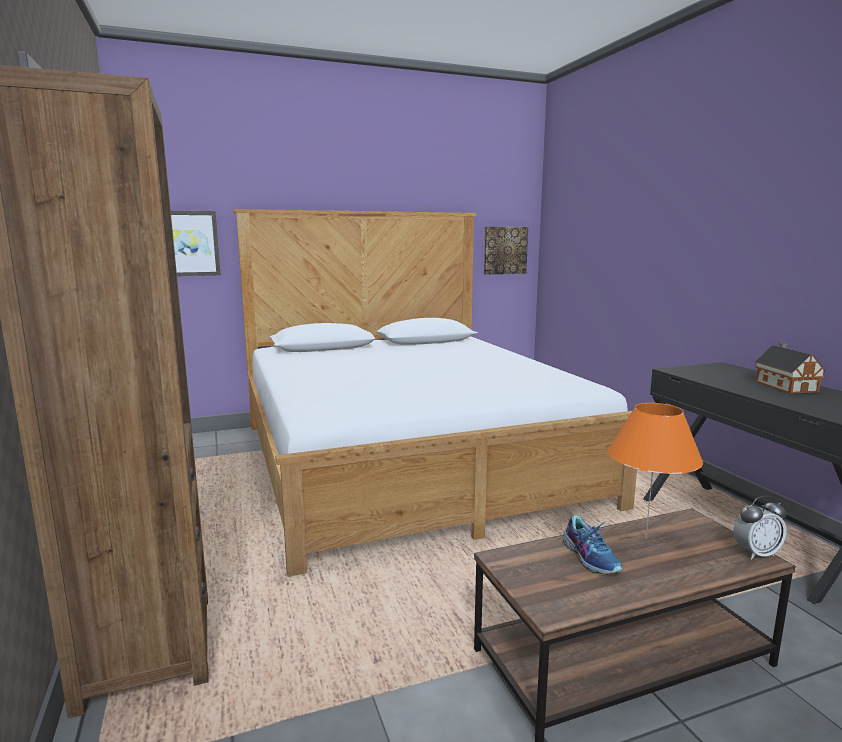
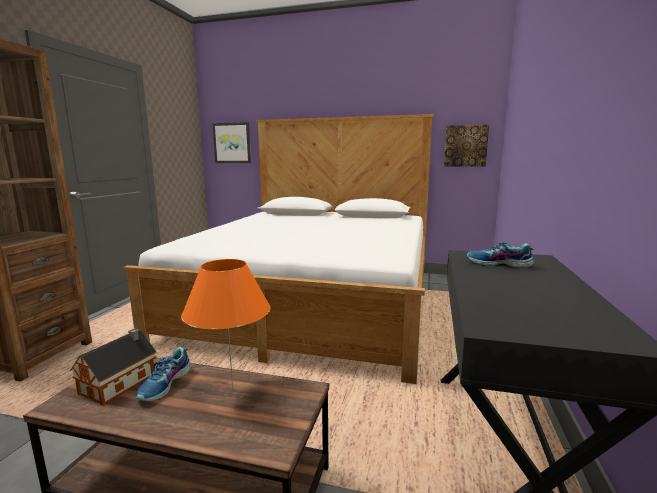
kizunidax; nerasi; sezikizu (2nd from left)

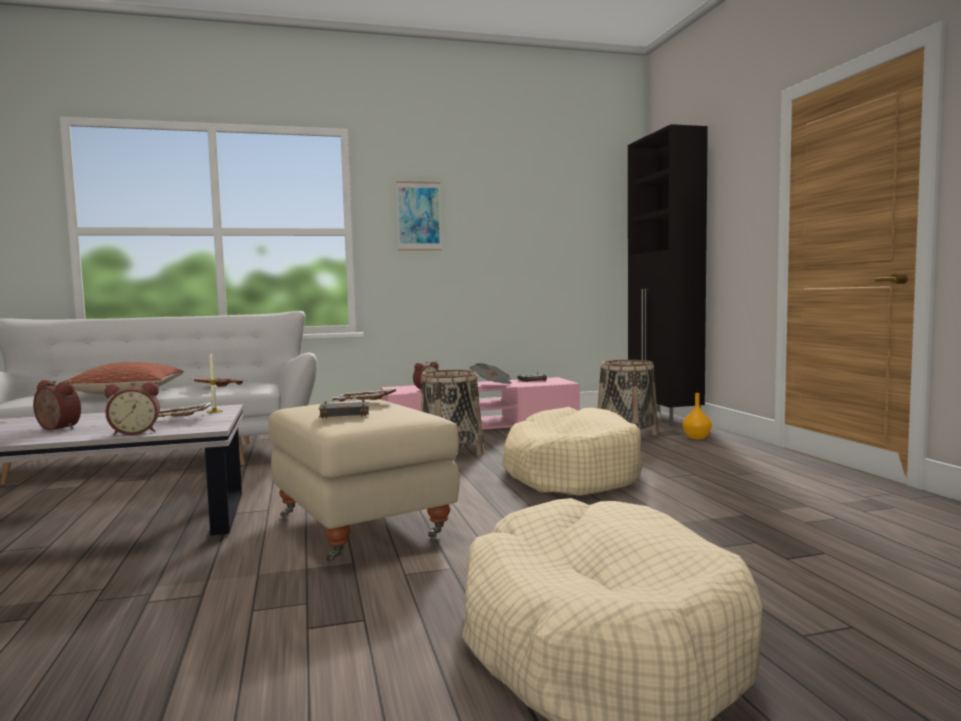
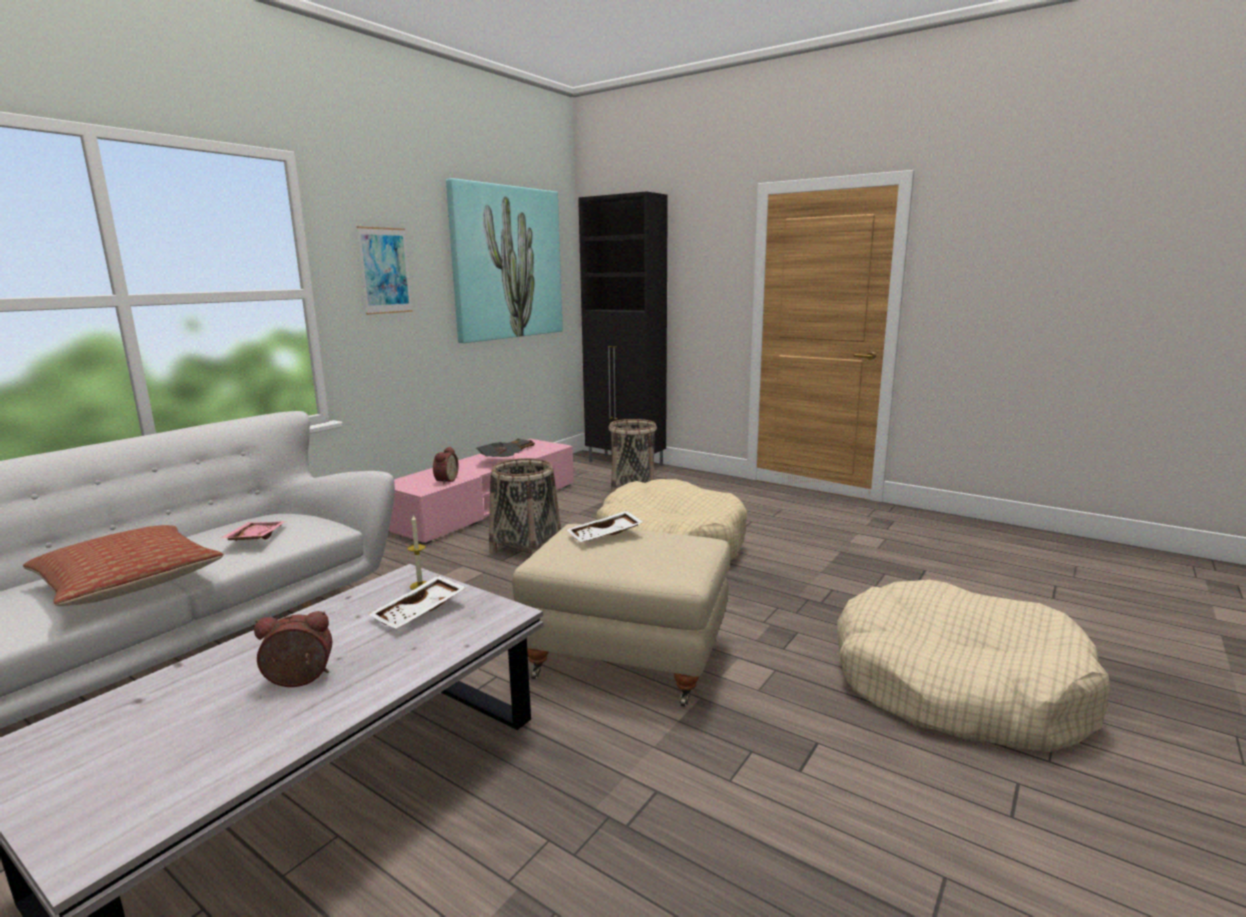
kizunidax (2nd from left in the first image); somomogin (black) (1st from left in the first image); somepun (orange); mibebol (2nd from left)

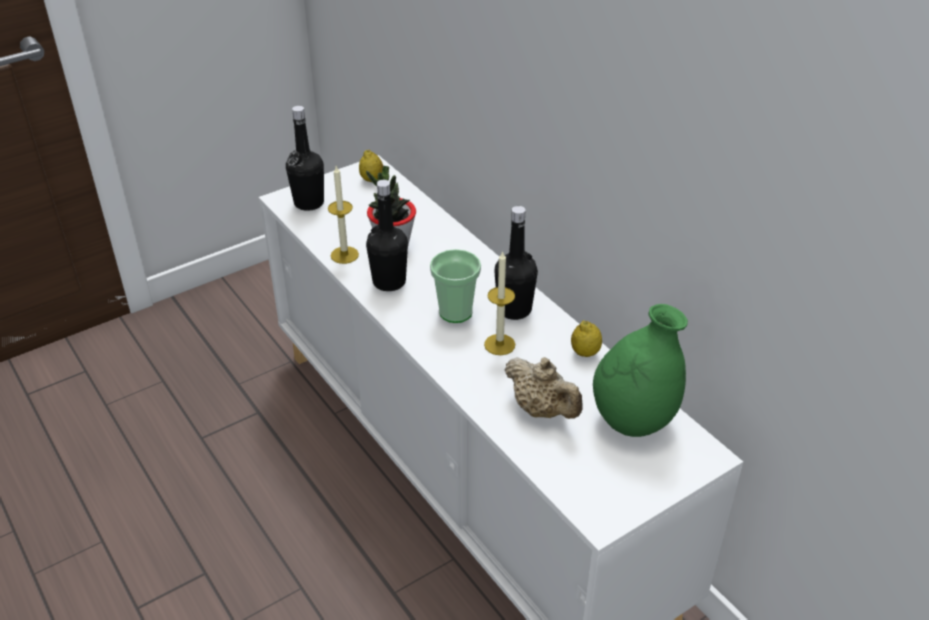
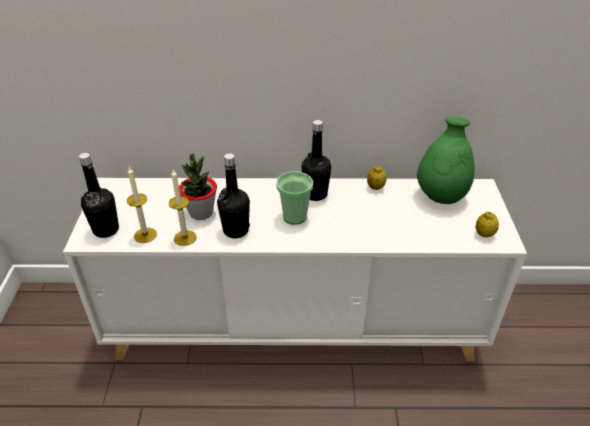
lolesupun (2nd from left); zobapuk (1st from left); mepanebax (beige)

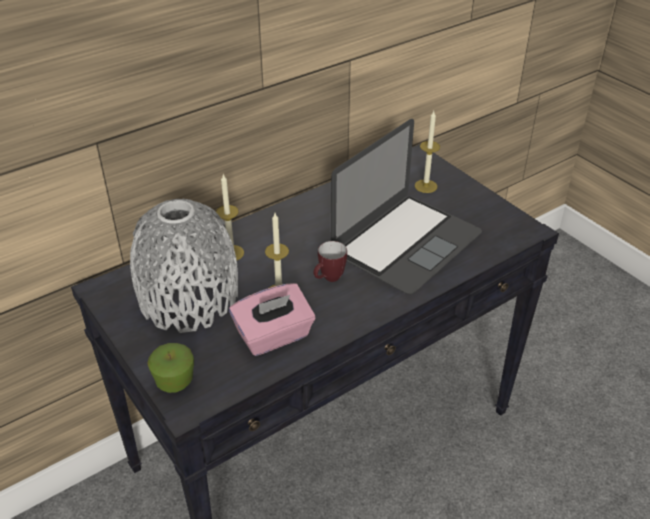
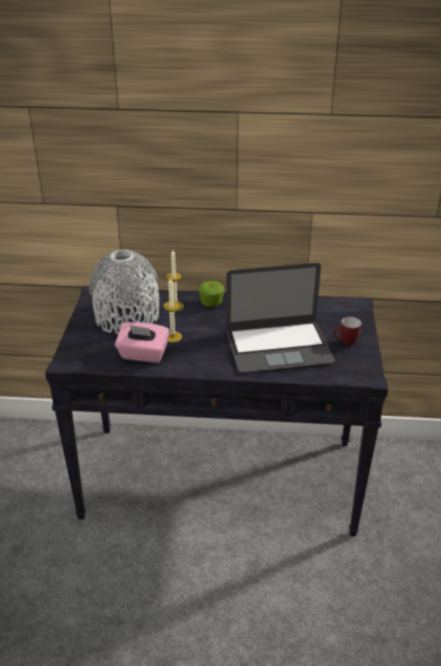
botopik; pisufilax; zobapuk (3rd from left in the first image)

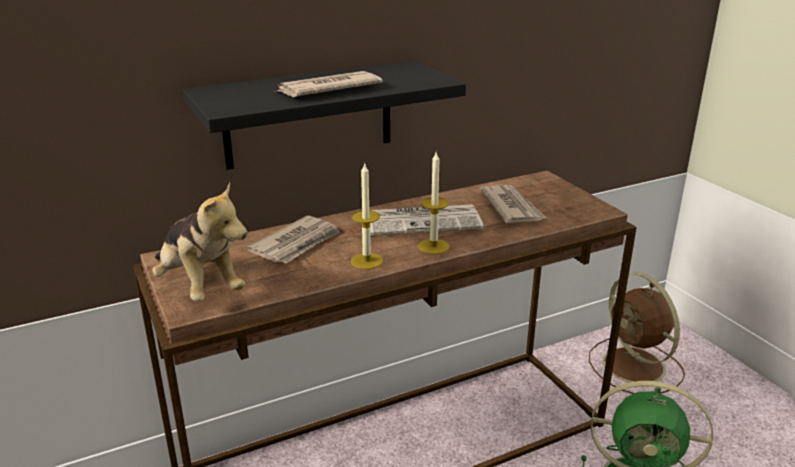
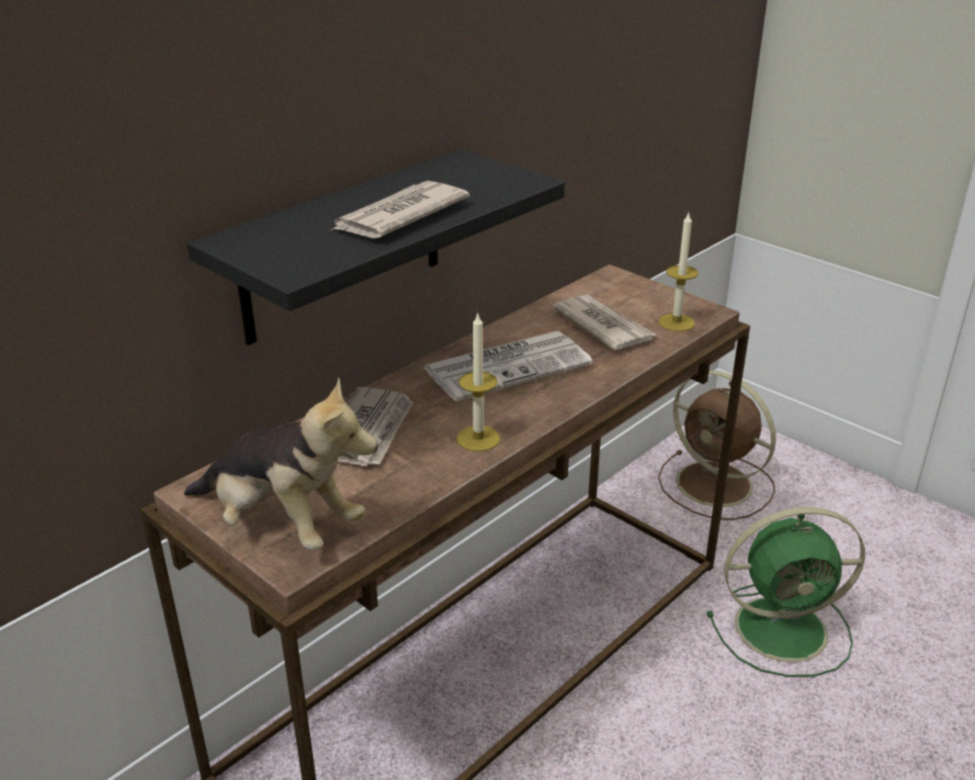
zobapuk (2nd from left)

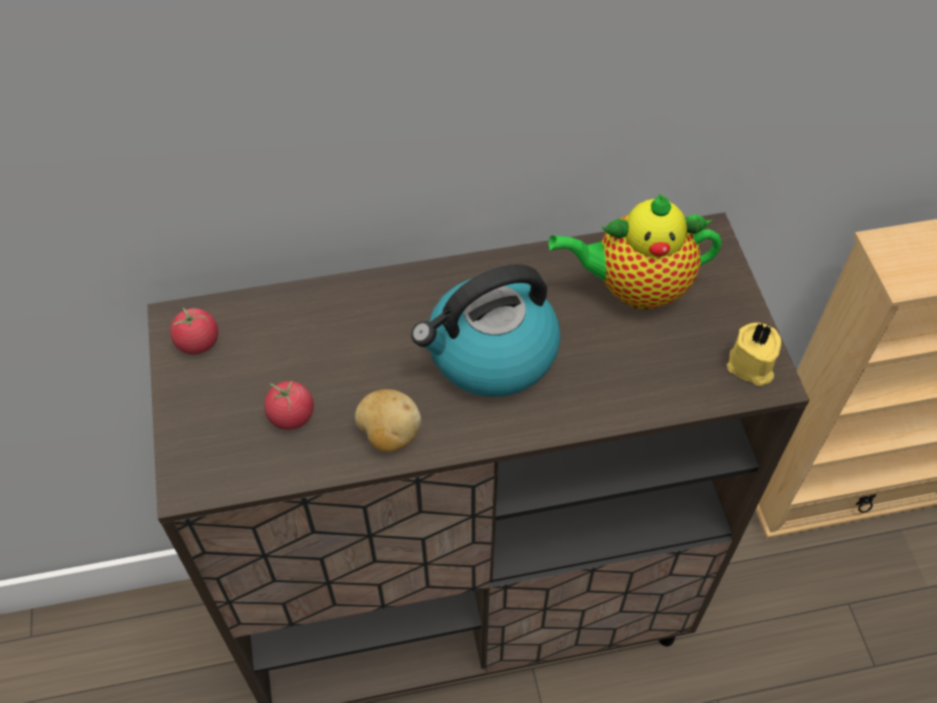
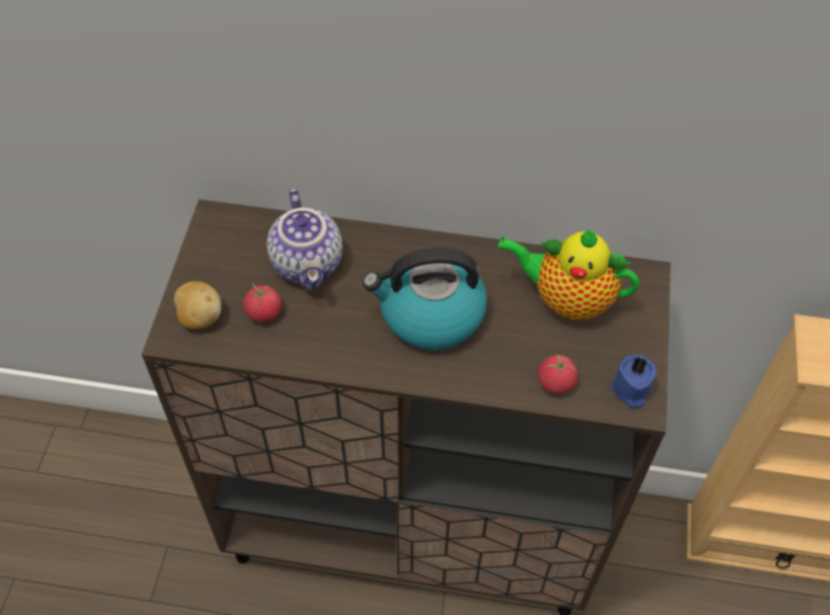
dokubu (2nd from left); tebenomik; zobapuk (blue); mepanebax (1st from left)

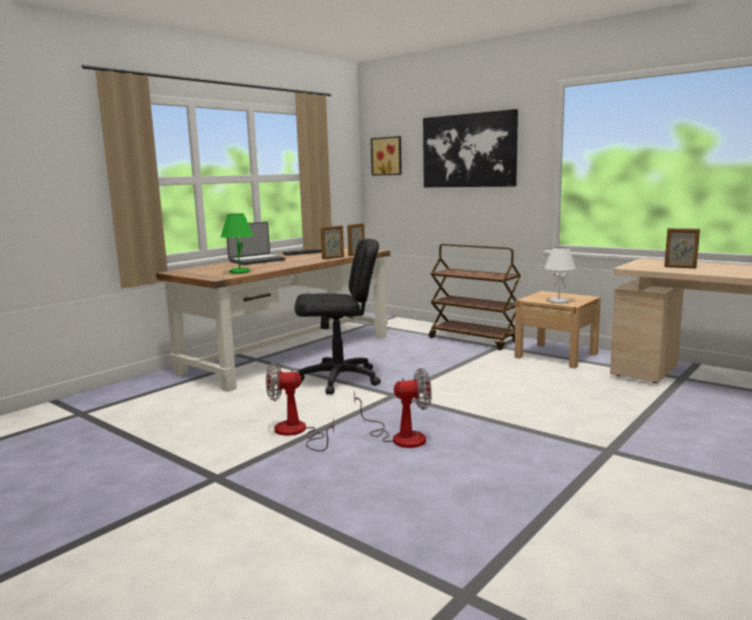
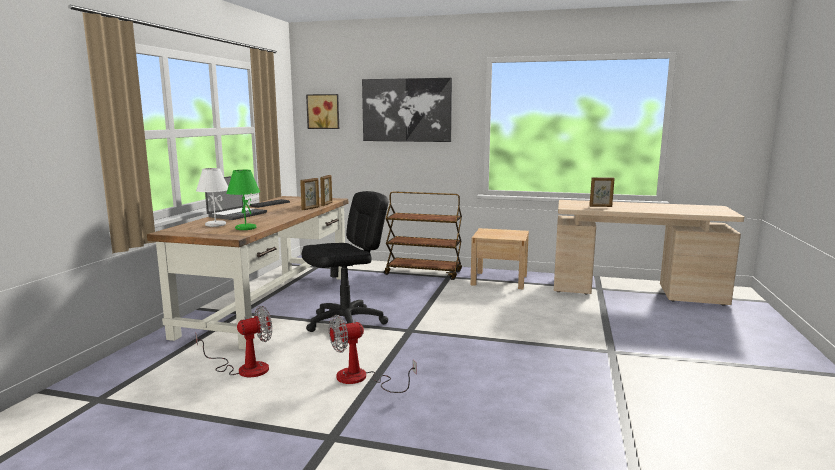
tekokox (1st from left); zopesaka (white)

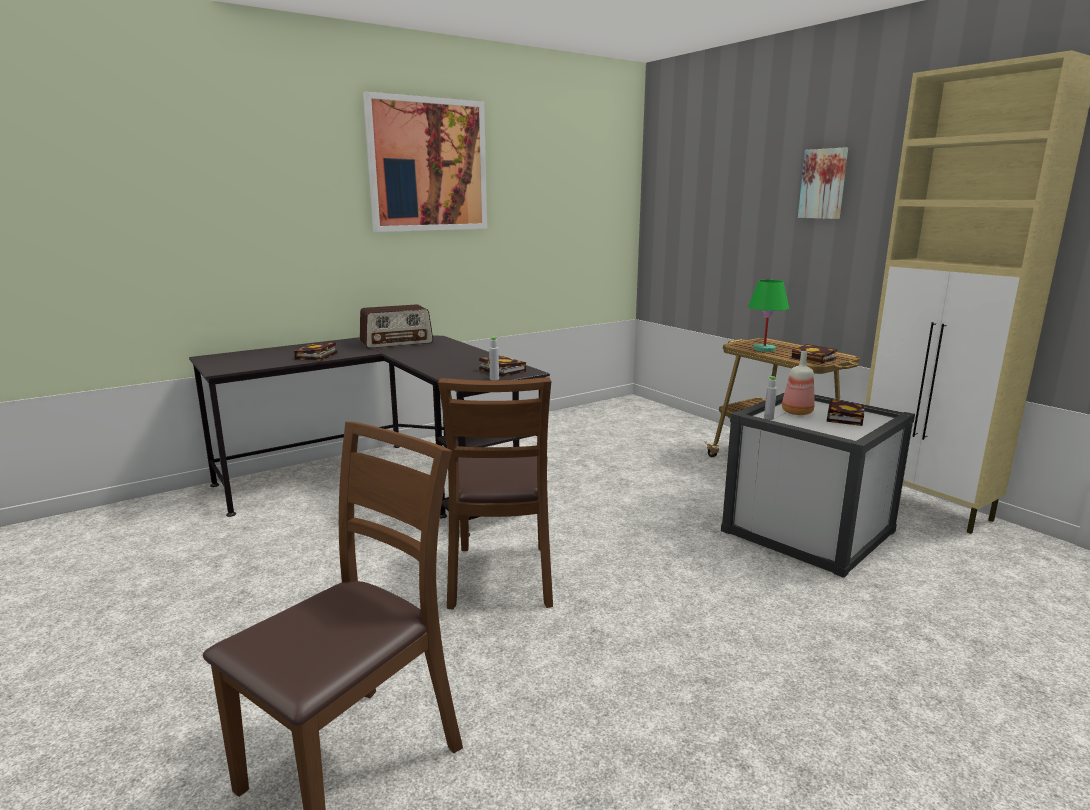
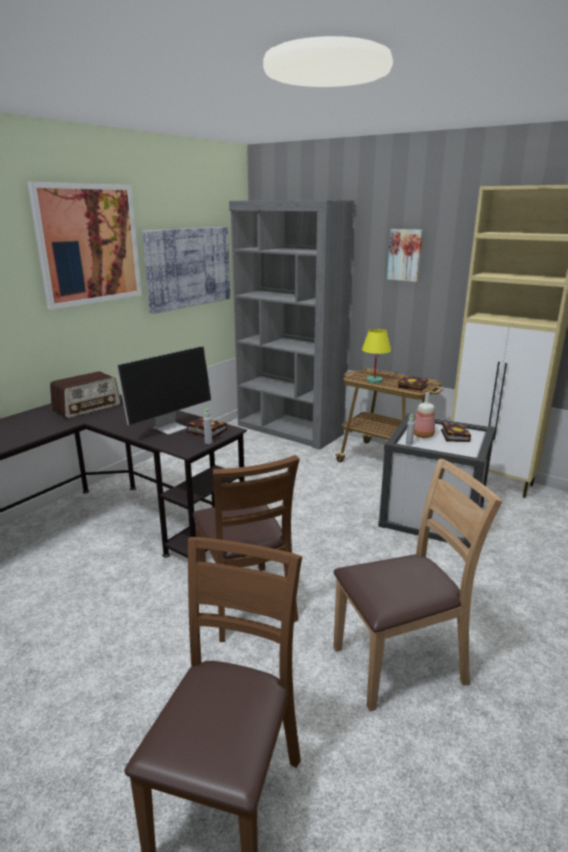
somomogin (1st from left in the first image); zopesaka (yellow); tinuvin; mibebol (2nd from left); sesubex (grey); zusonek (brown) (3rd from left)

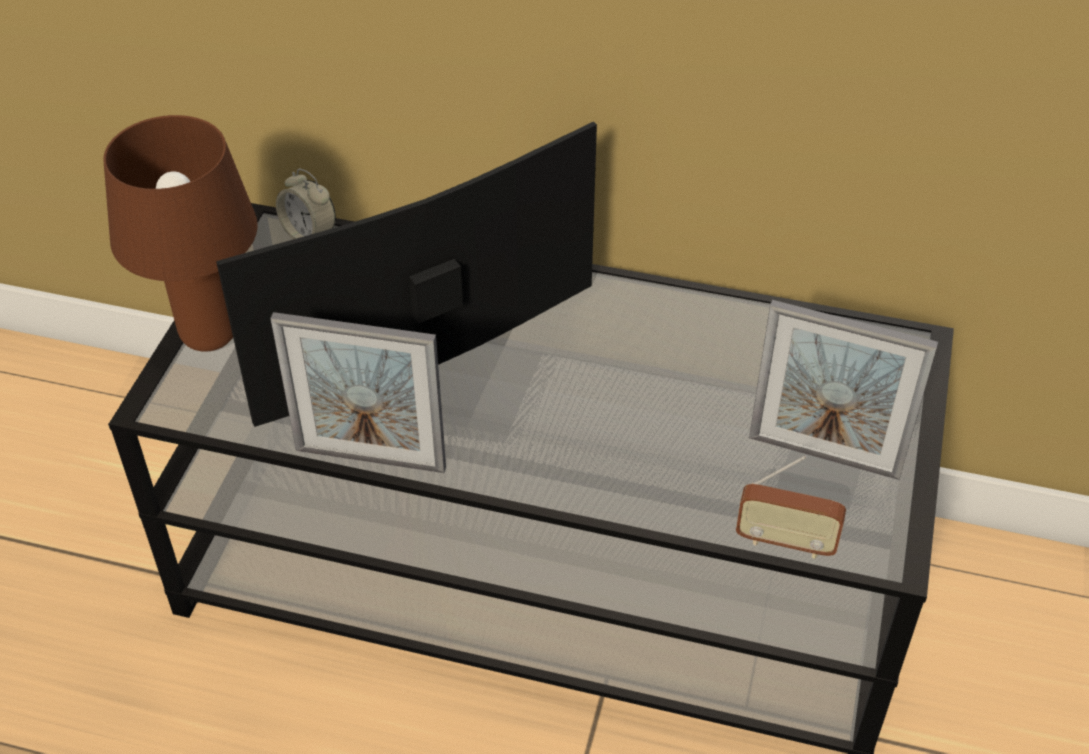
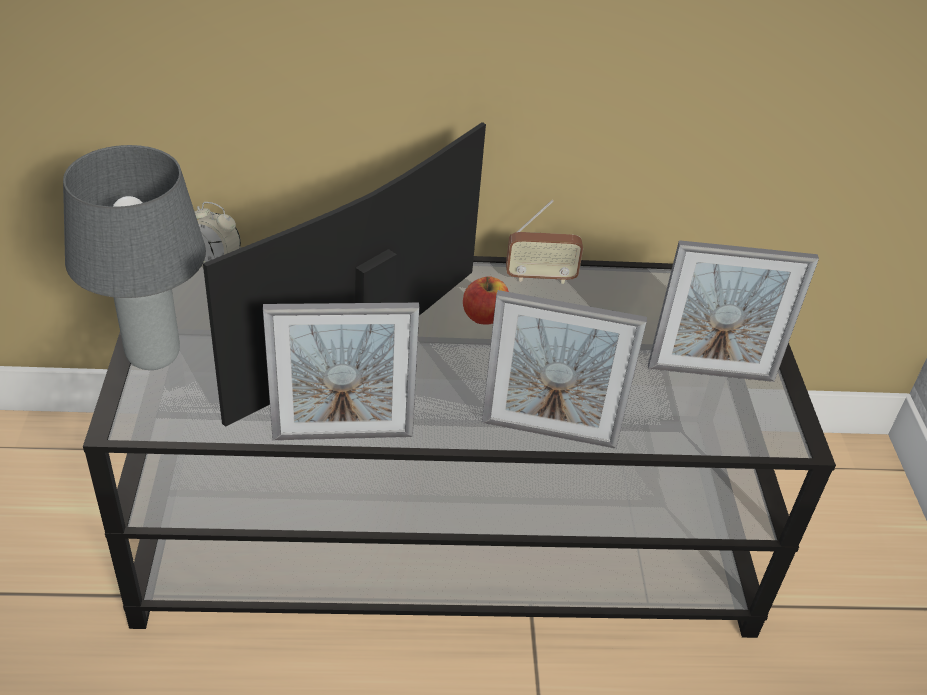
zopesaka (grey); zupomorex; botopik; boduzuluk (2nd from left)

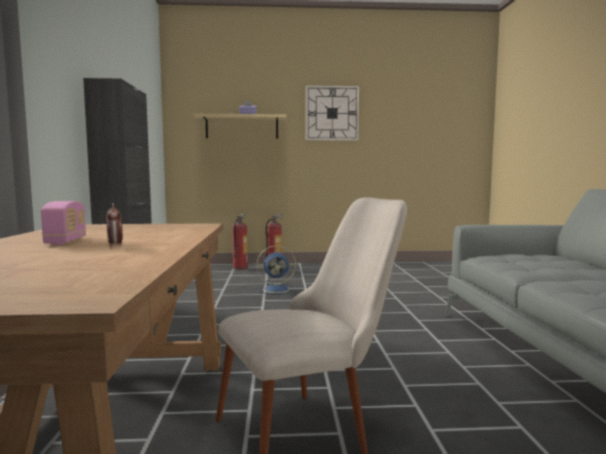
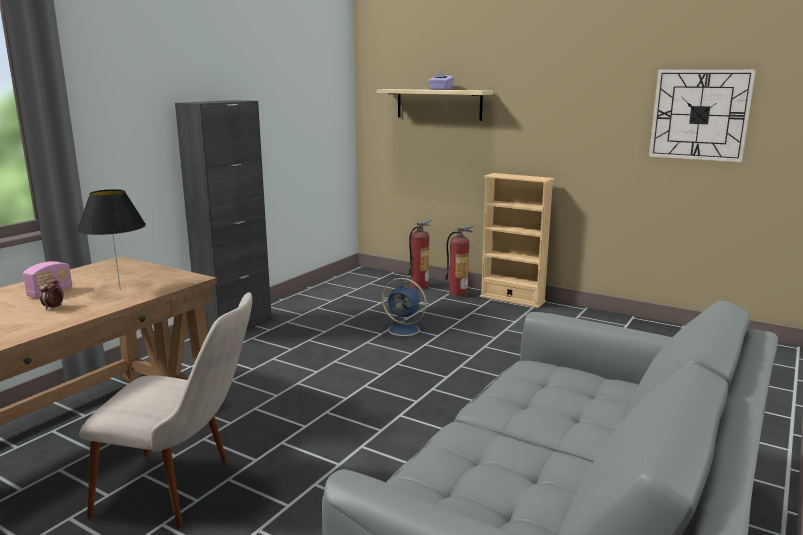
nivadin; zopesaka (black); sesubex (beige)

